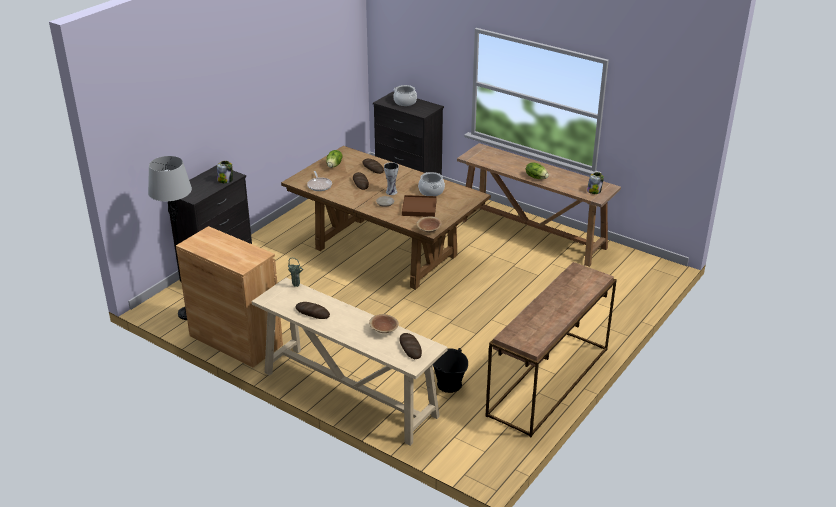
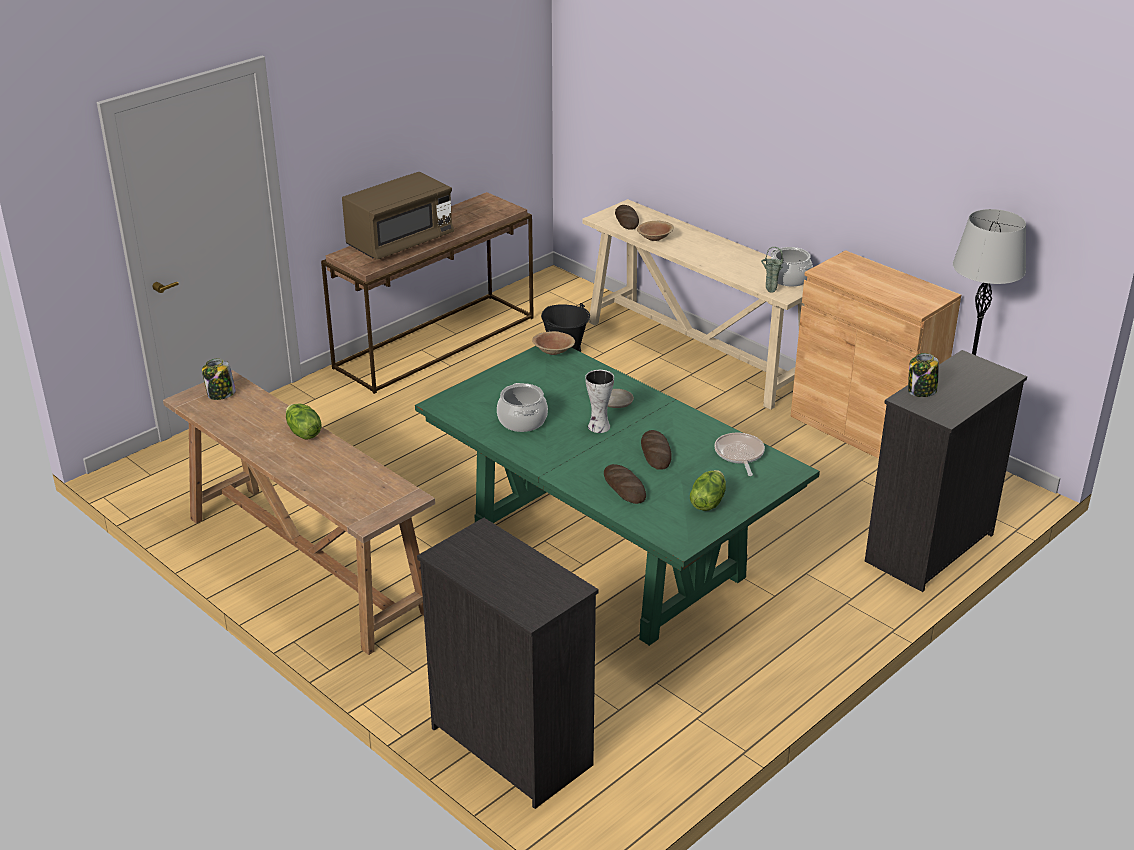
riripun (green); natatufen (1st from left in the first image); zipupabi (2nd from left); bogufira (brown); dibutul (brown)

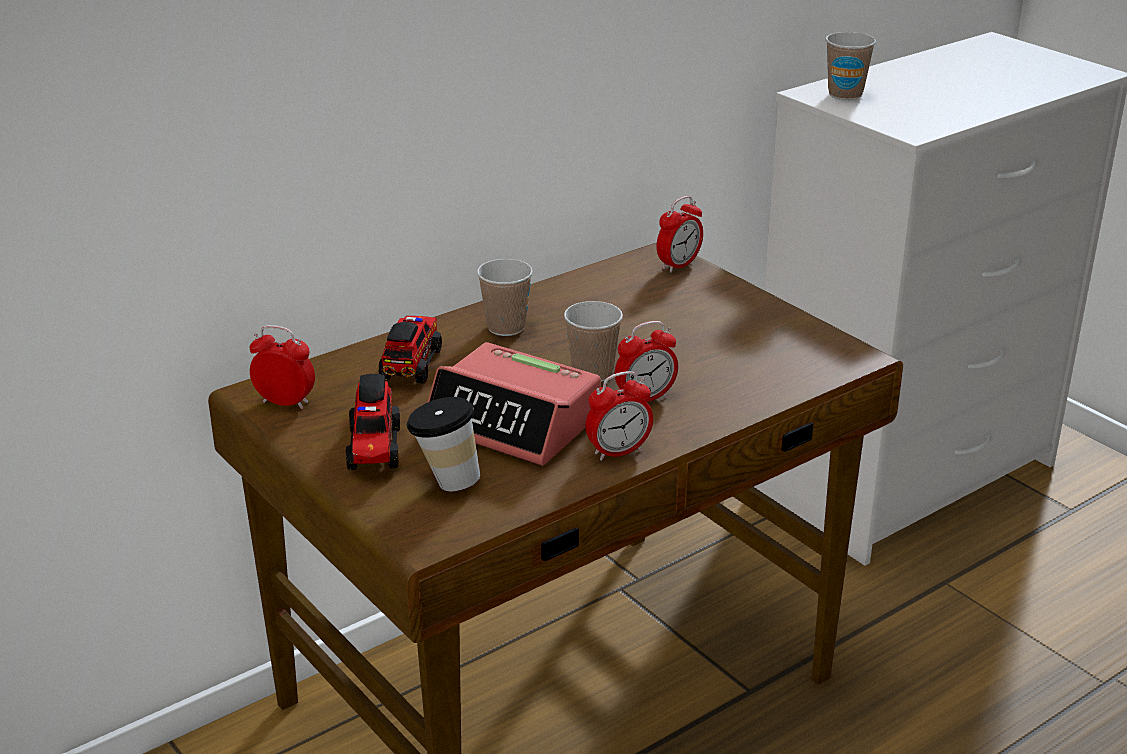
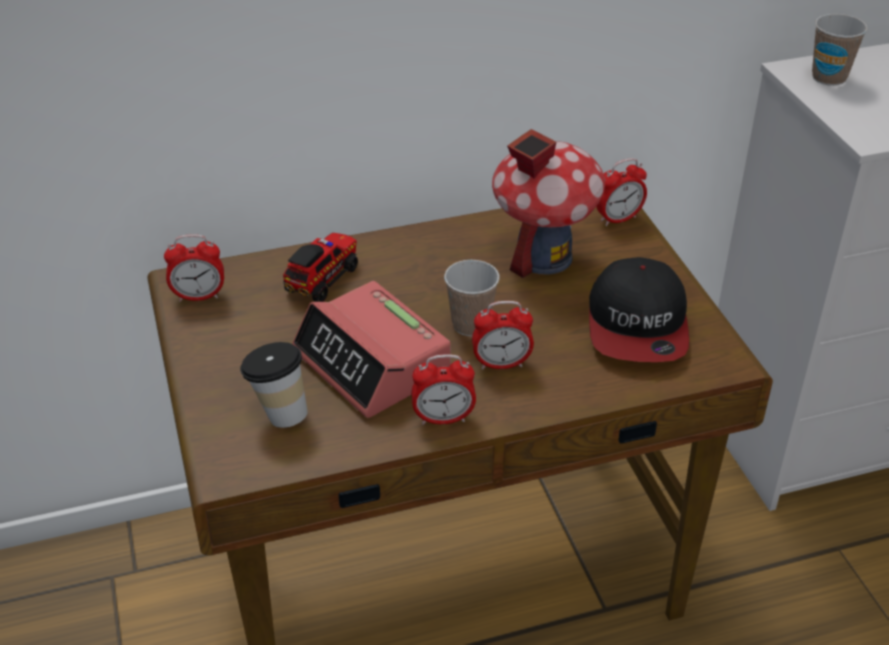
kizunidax (1st from left); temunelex (1st from left in the first image); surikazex (2nd from left in the first image); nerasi; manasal

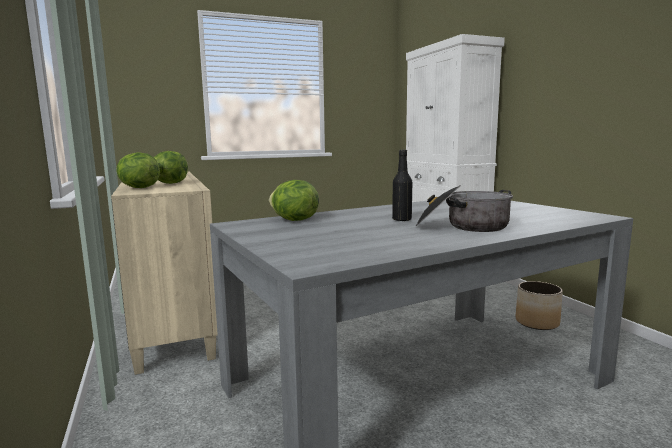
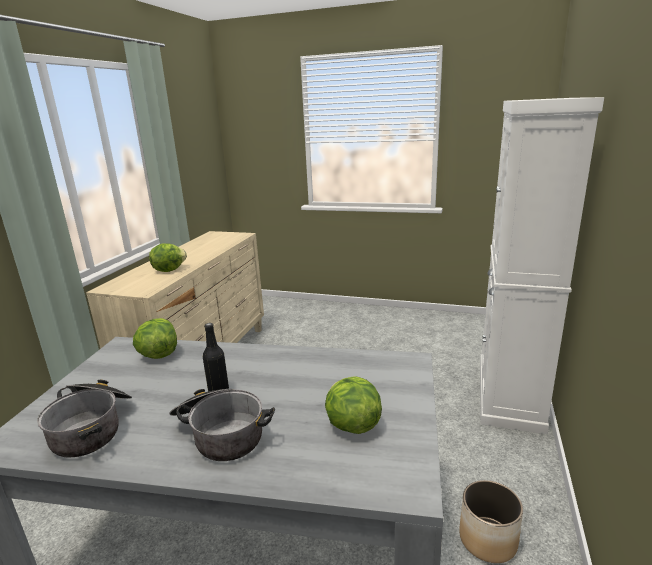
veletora (3rd from left); zipupabi (1st from left)

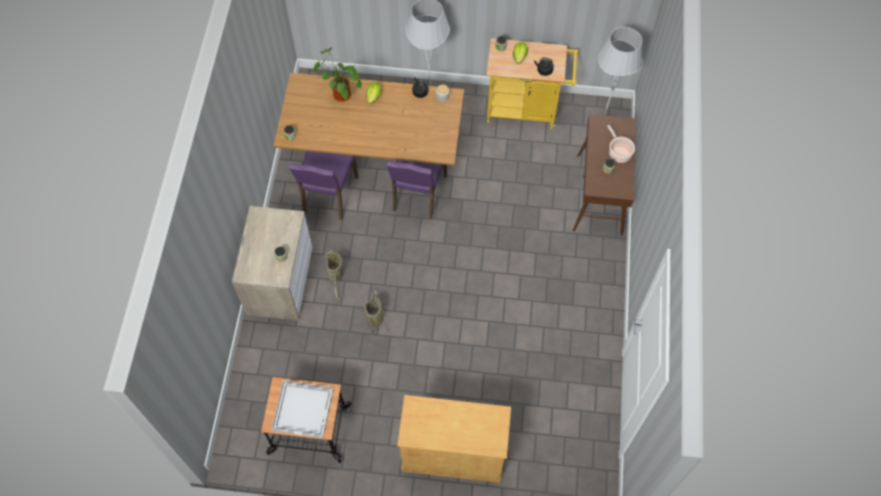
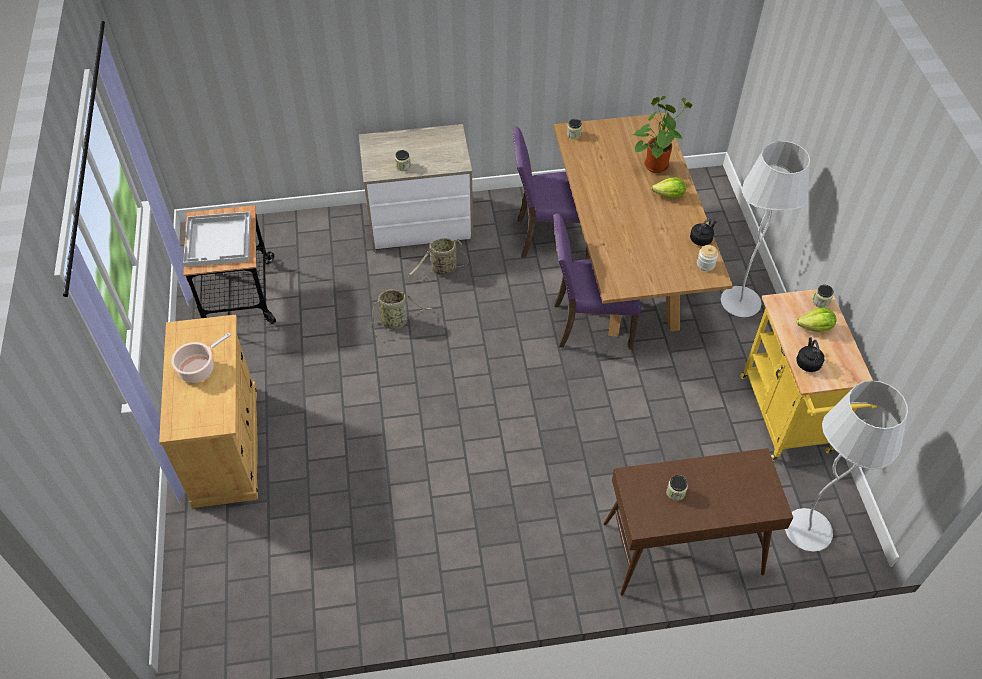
zipupabi

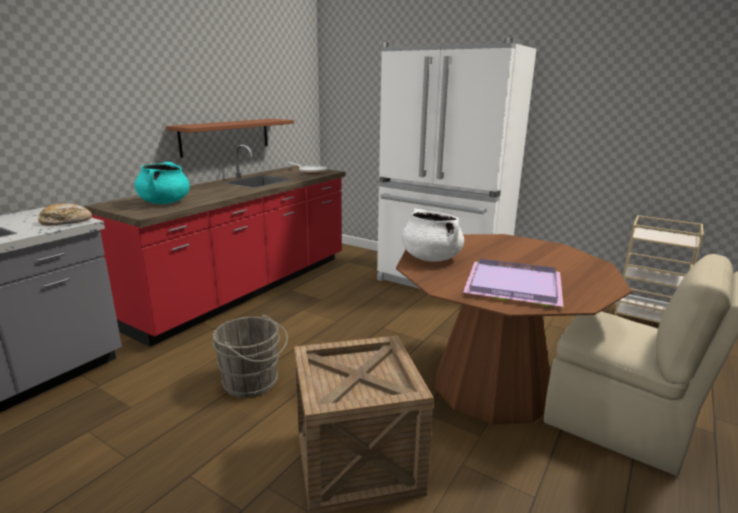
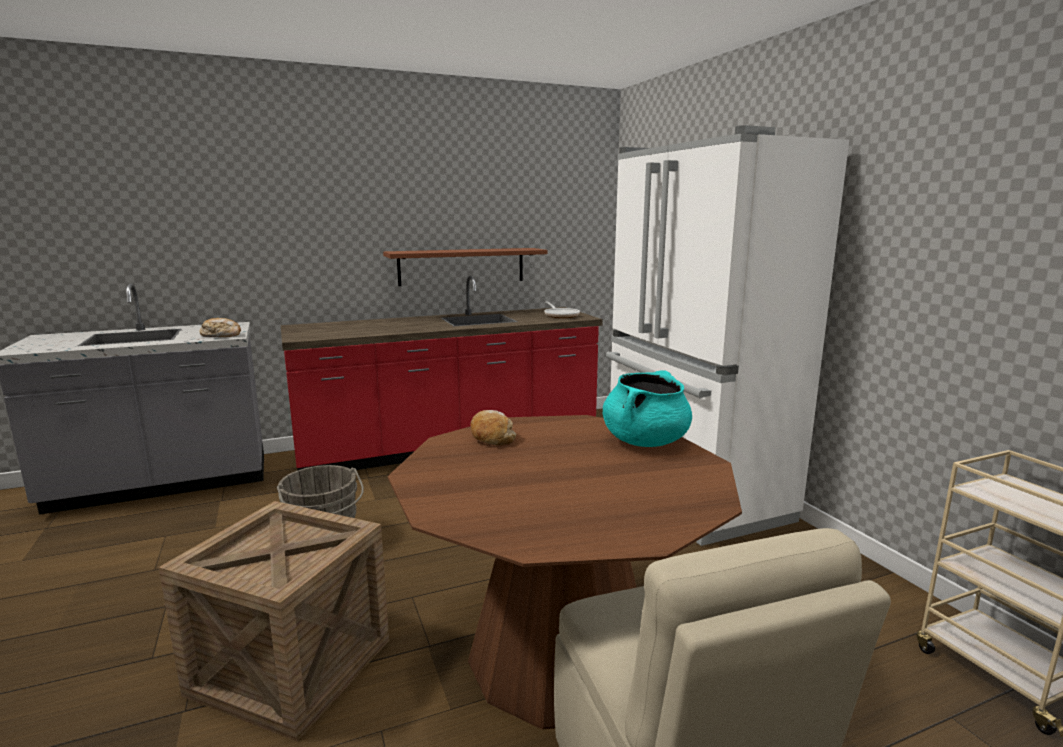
zipupabi (turquoise); natatufen (2nd from left); bogufira (purple)

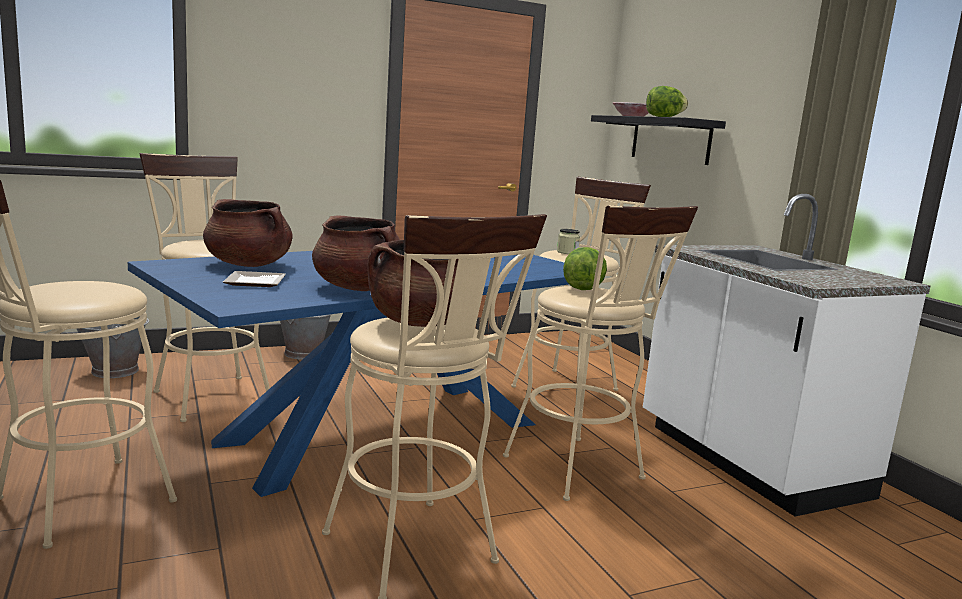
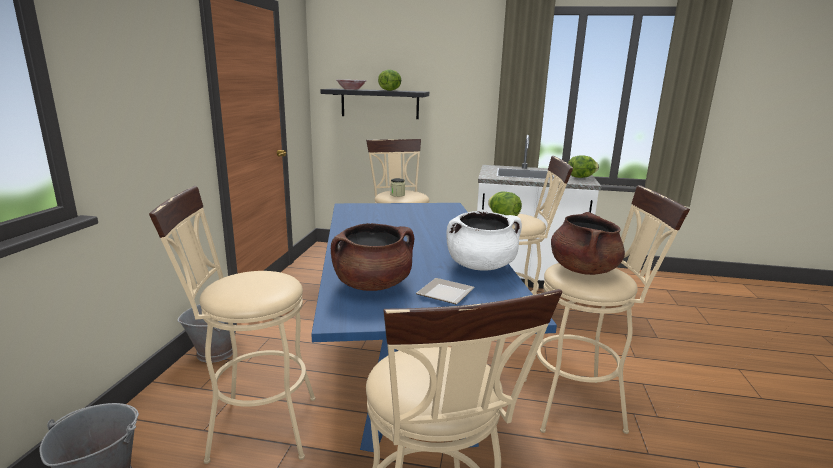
zipupabi (white); veletora (3rd from left)

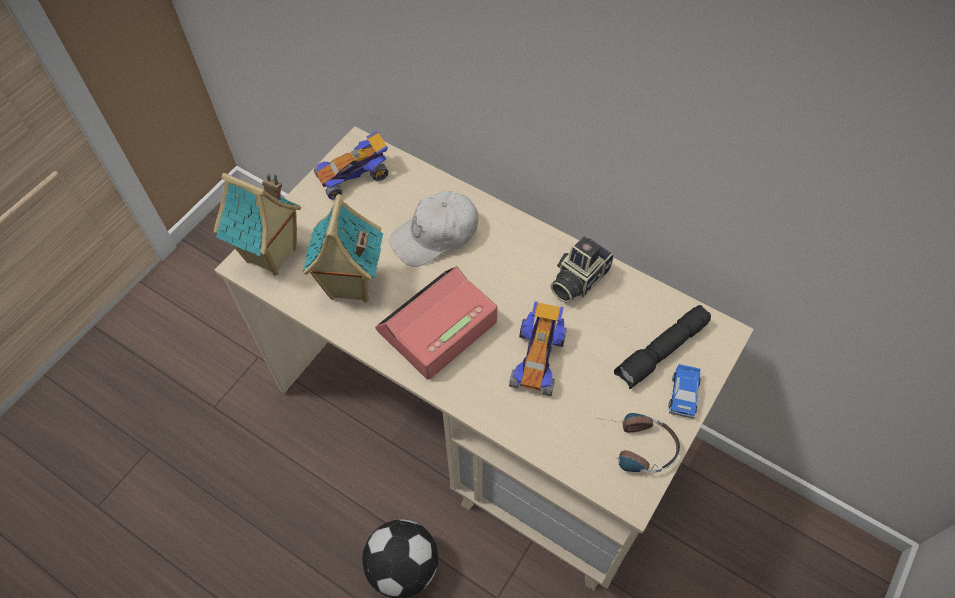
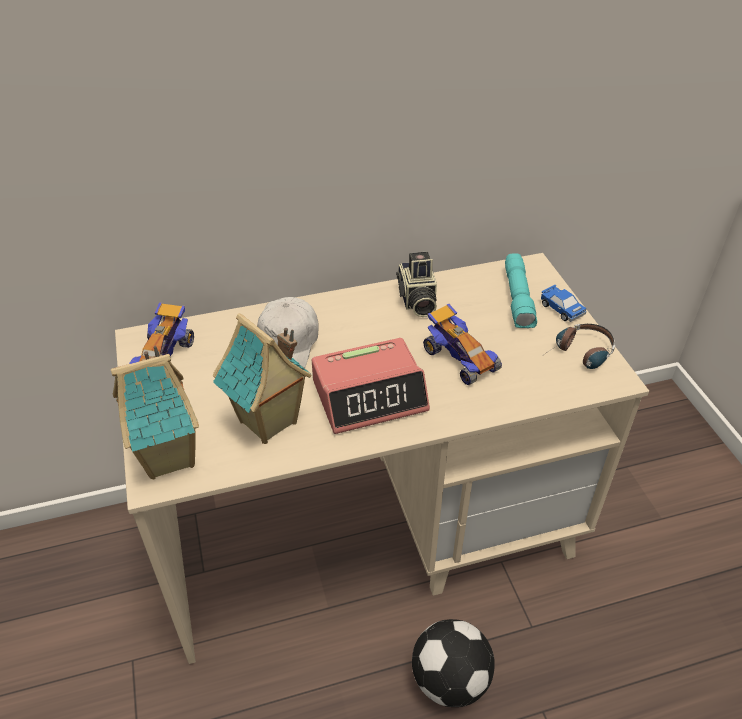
kizunidax; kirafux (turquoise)

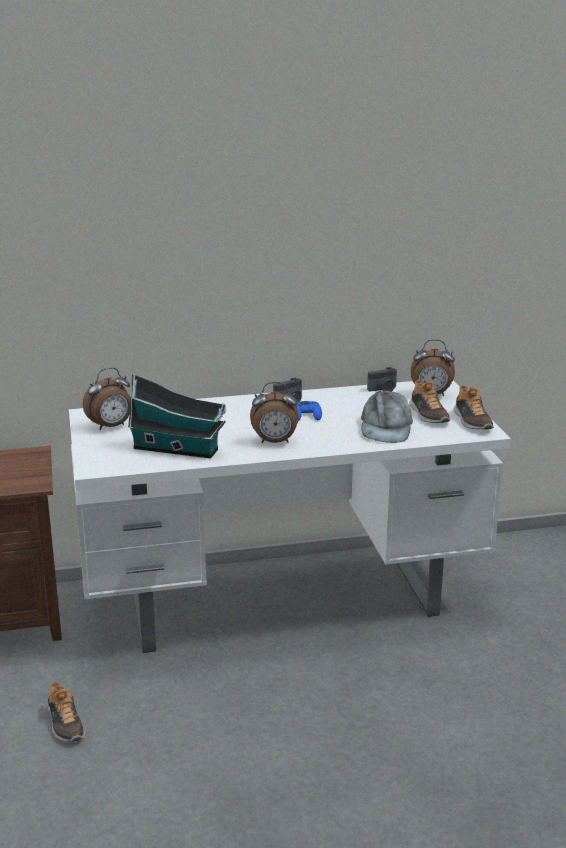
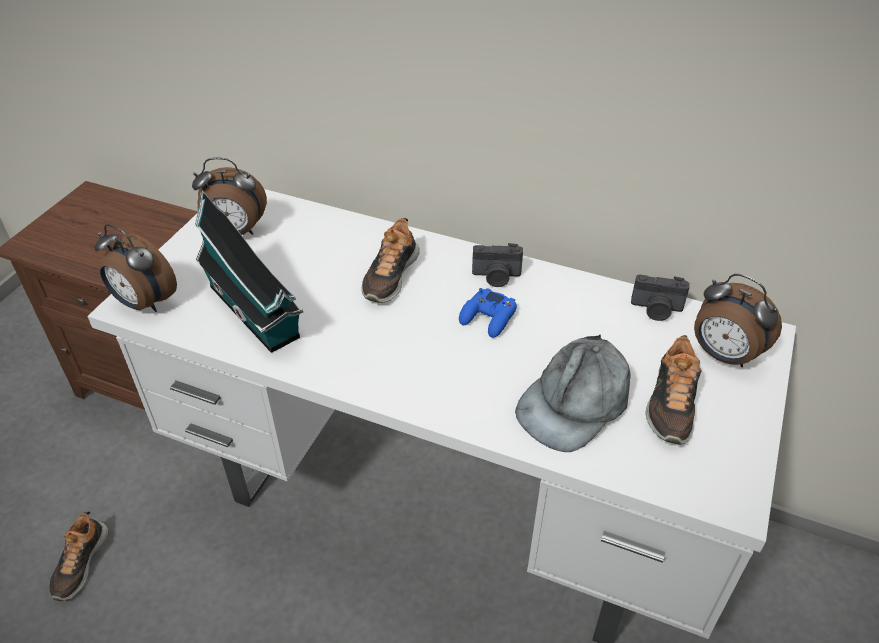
kizunidax (1st from left); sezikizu (2nd from left)

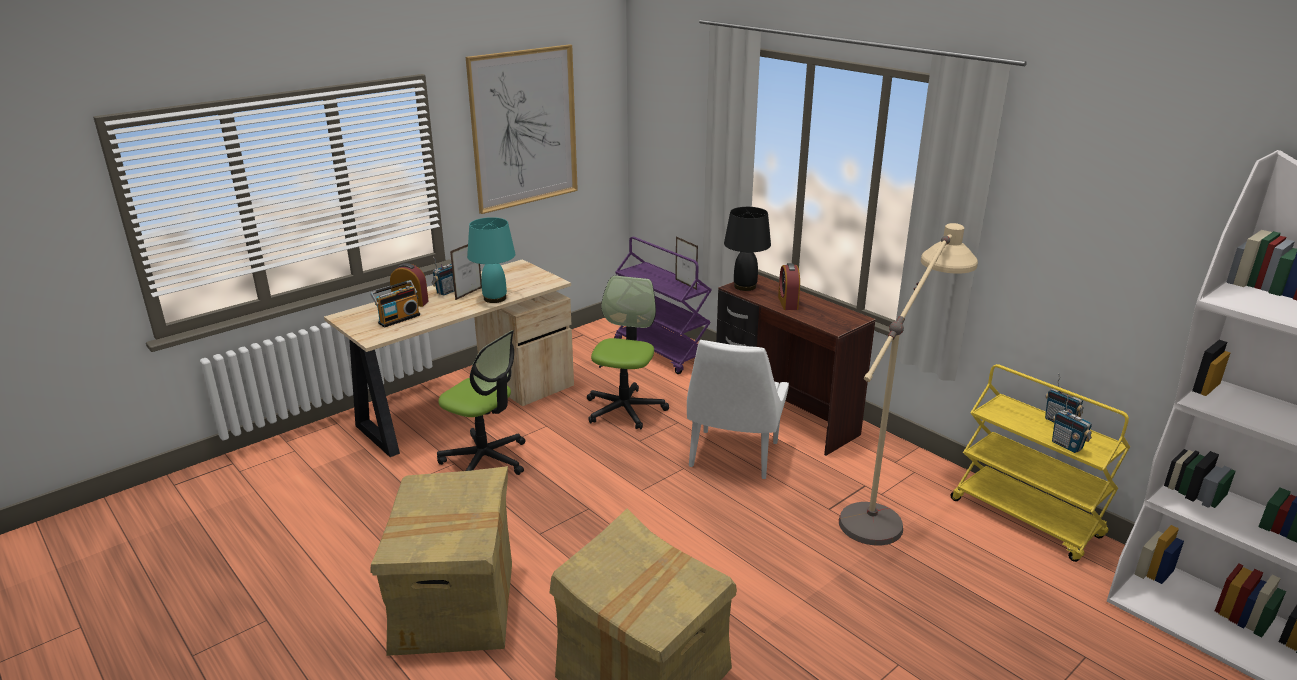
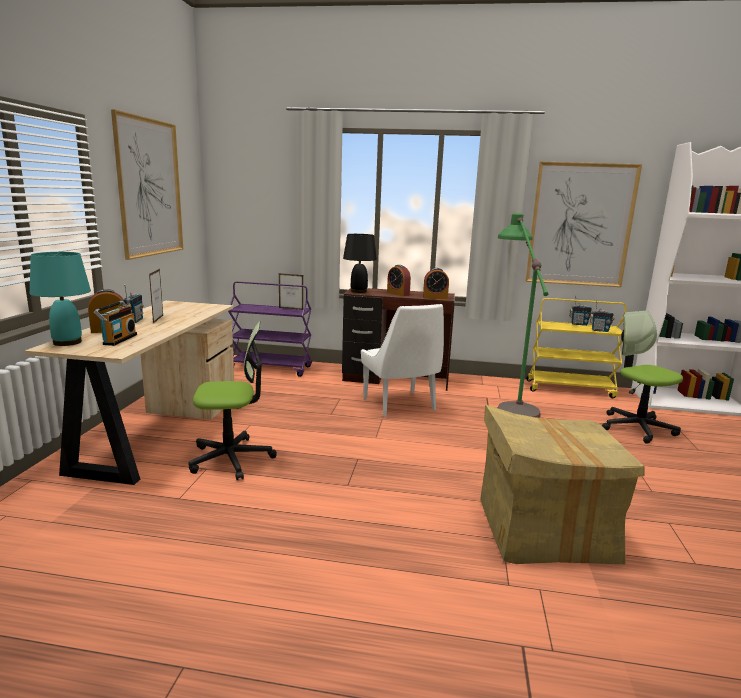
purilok (1st from left in the first image); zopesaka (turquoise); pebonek (2nd from left); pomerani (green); kizunidax (3rd from left); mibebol (2nd from left)

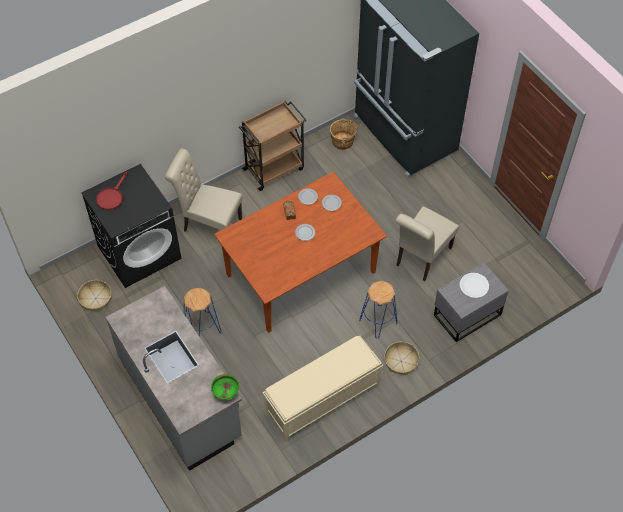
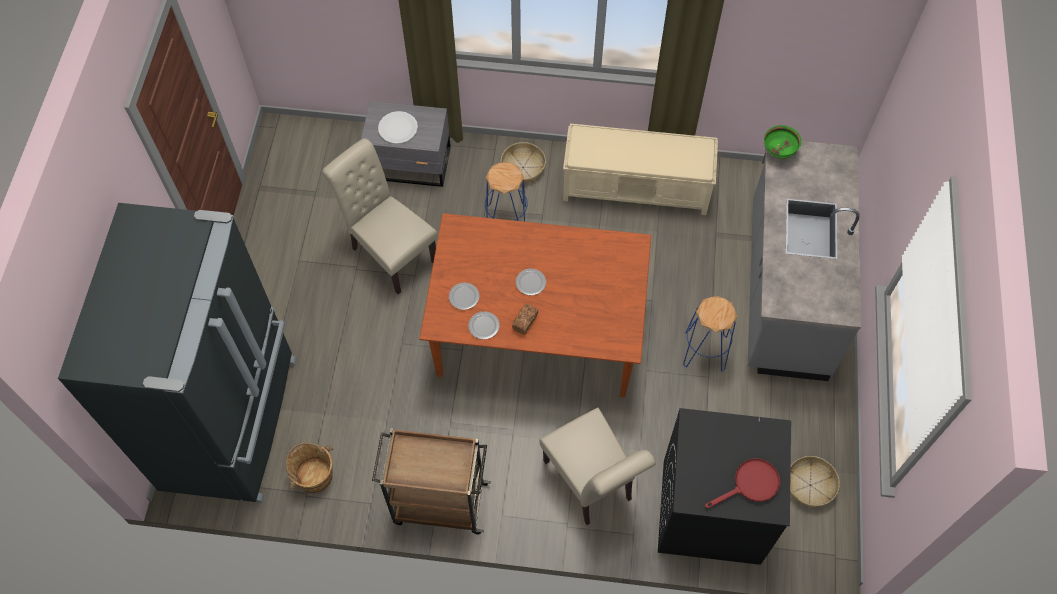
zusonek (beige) (1st from left)

